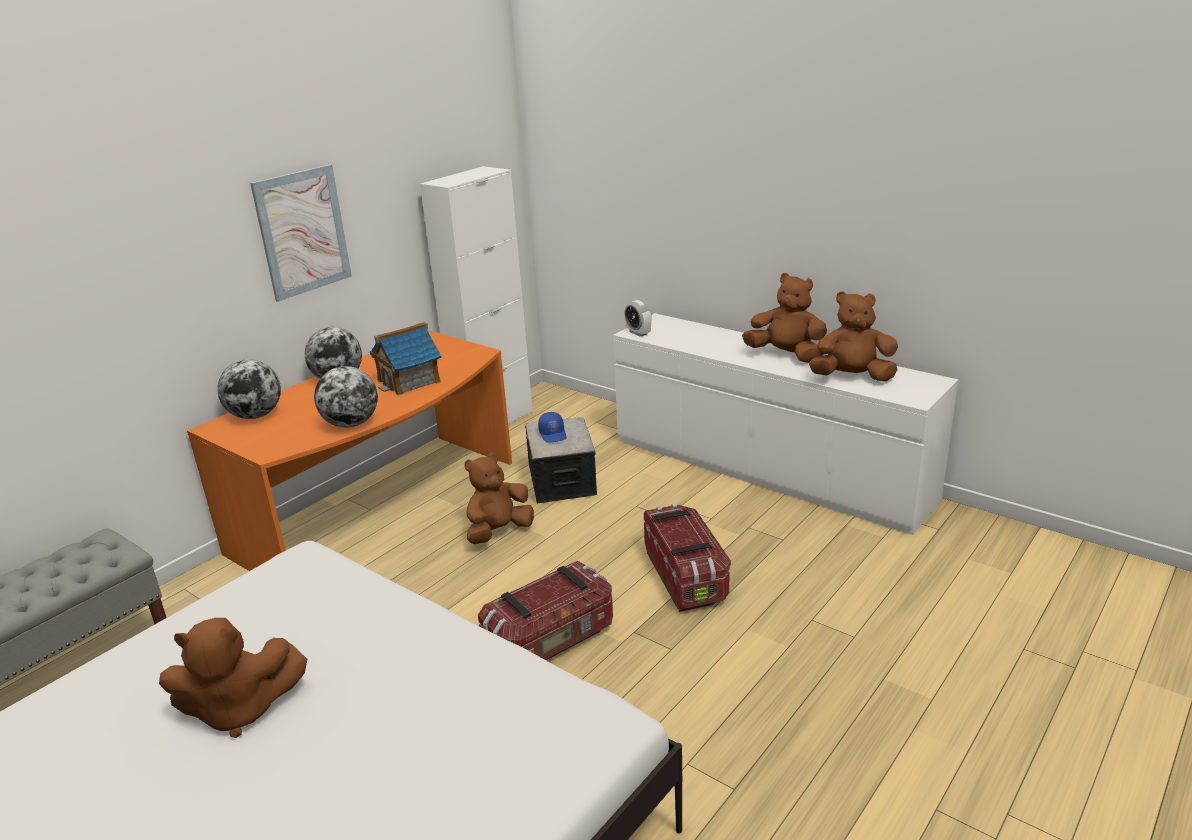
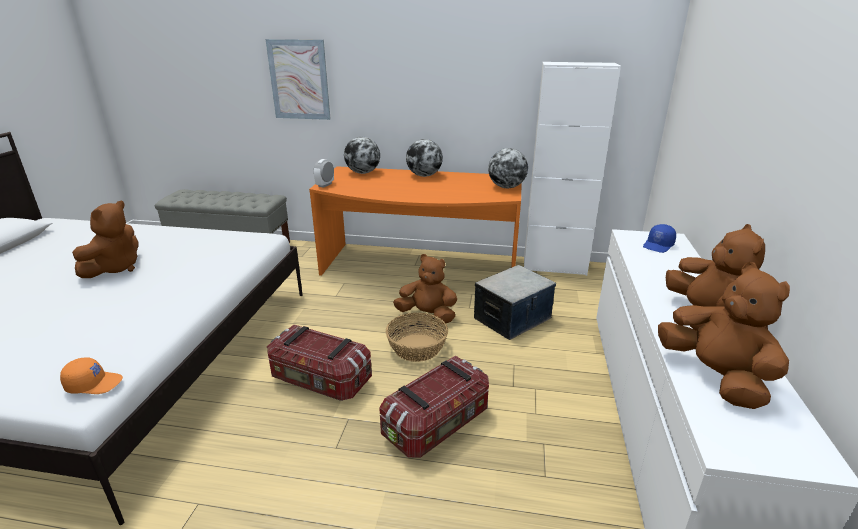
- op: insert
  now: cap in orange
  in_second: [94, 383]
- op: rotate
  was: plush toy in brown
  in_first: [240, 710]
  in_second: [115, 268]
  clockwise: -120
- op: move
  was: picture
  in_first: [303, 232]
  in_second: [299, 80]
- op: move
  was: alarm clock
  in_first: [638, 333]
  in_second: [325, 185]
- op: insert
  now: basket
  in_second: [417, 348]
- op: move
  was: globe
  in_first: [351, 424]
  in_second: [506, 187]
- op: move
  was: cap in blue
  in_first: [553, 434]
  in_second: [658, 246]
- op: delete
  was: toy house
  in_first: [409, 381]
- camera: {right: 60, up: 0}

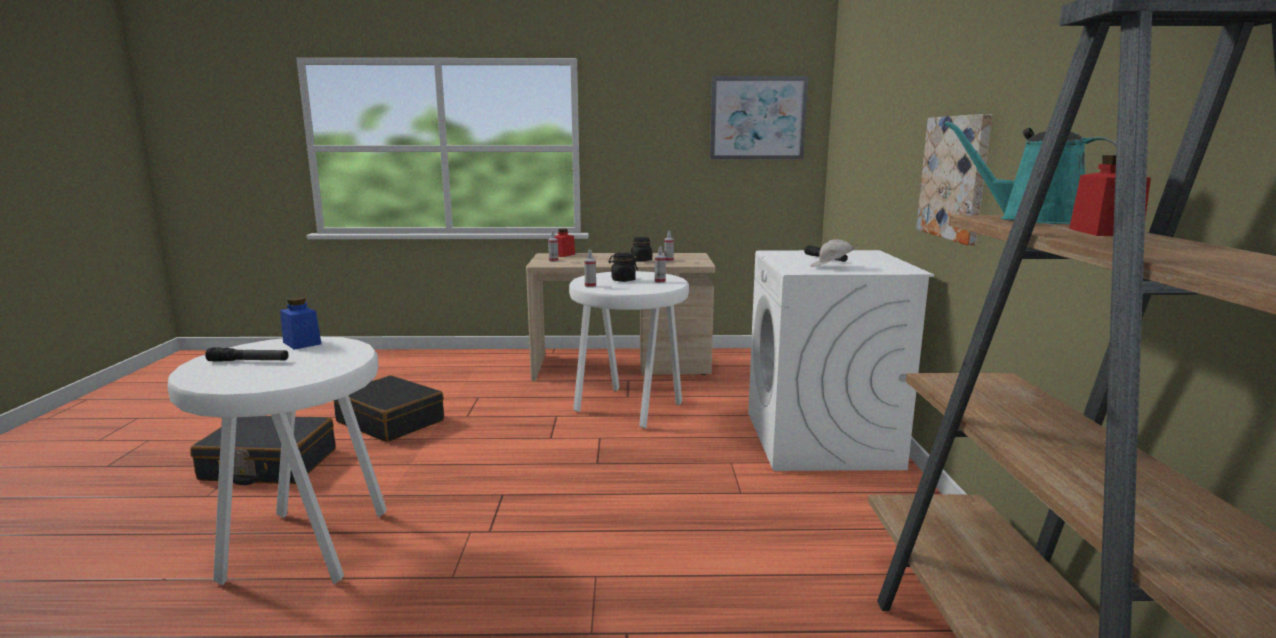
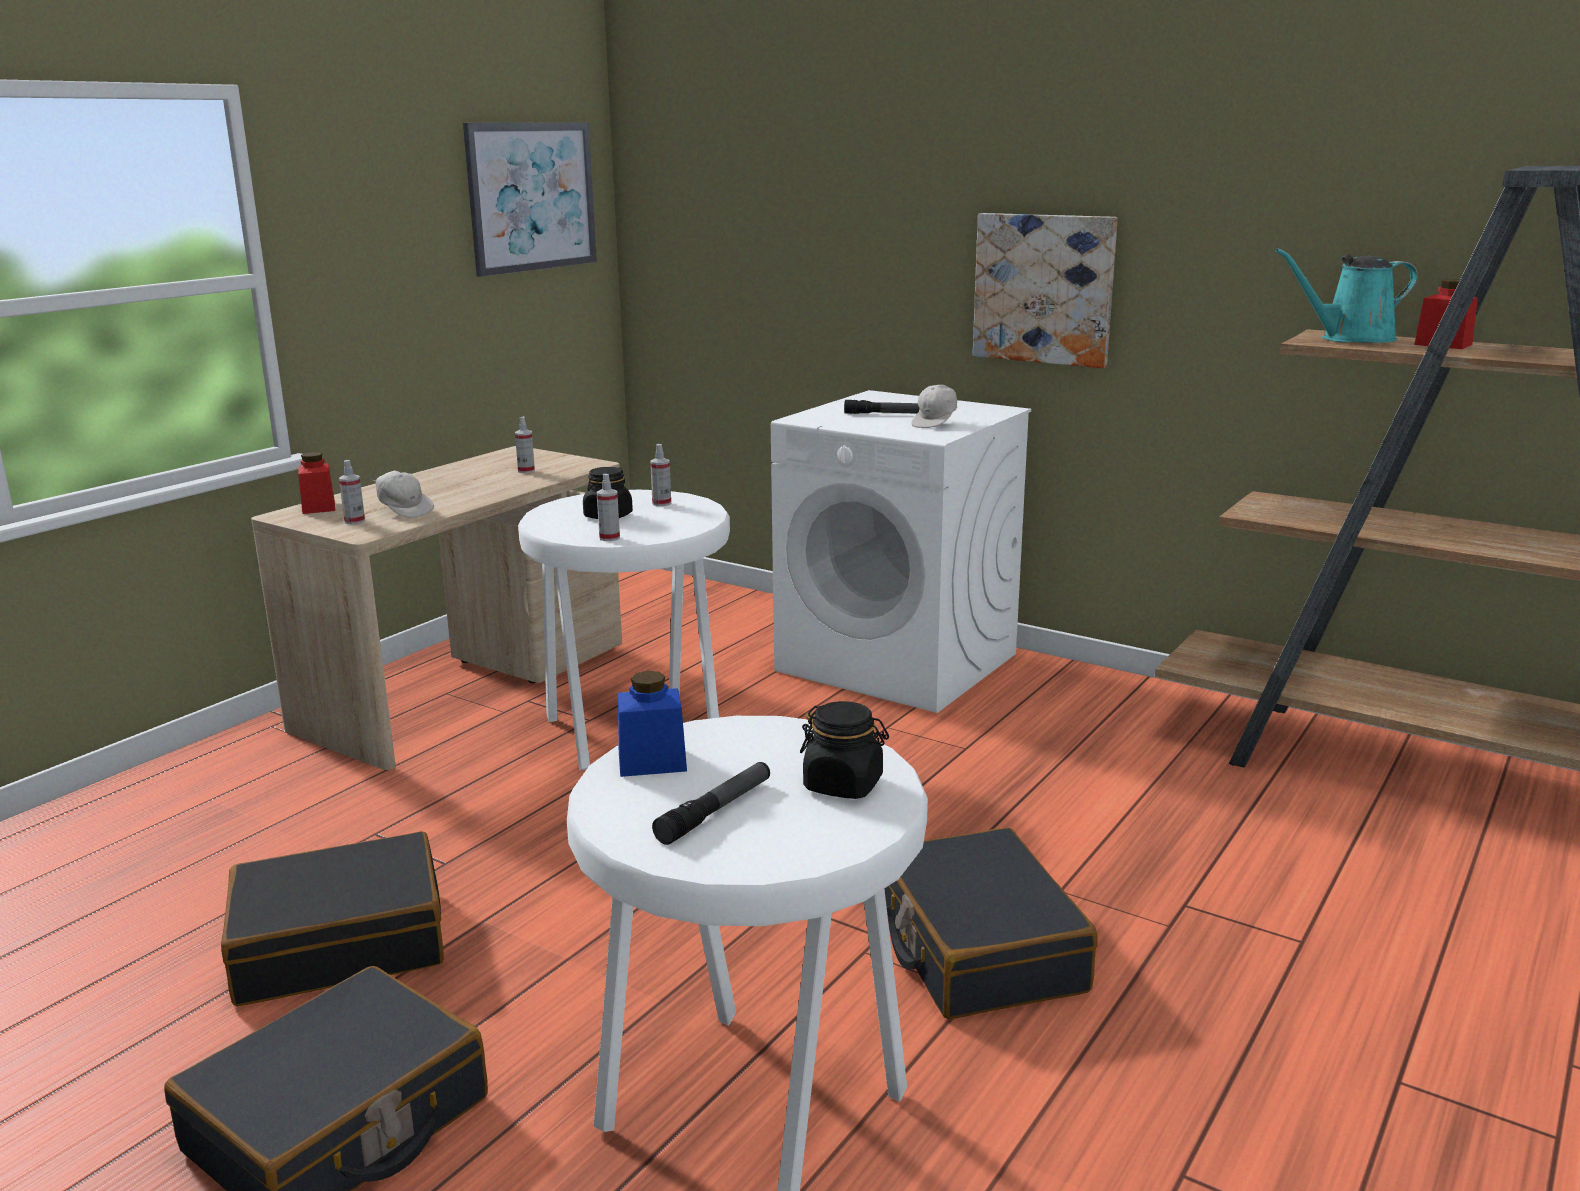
- op: insert
  now: cap in white
  in_second: [404, 510]
- op: move
  was: jar in black
  in_first: [641, 260]
  in_second: [843, 785]
- op: insert
  now: suitcase in black
  in_second: [977, 948]
- camera: {right: -55, up: 5}

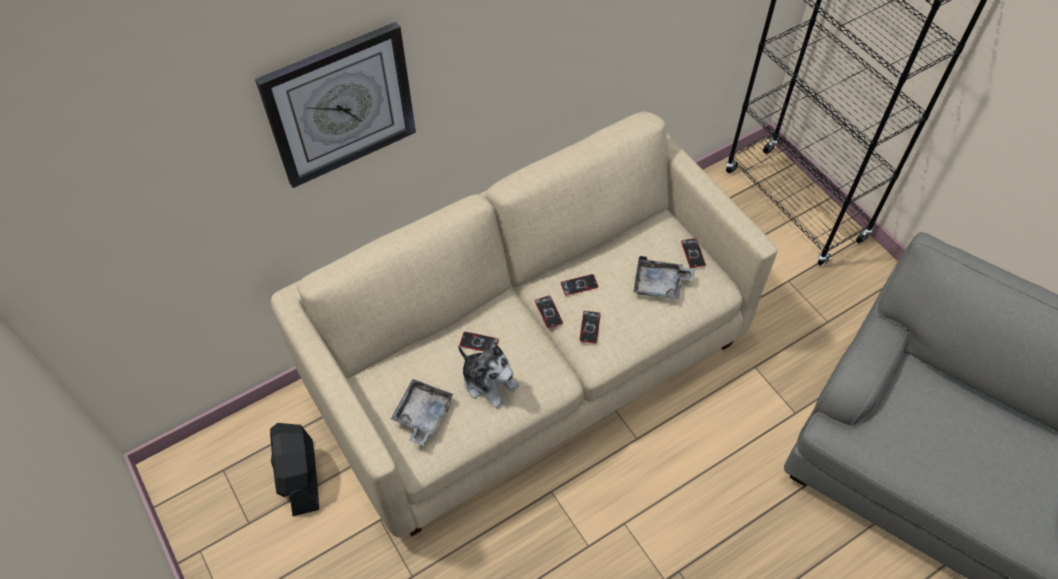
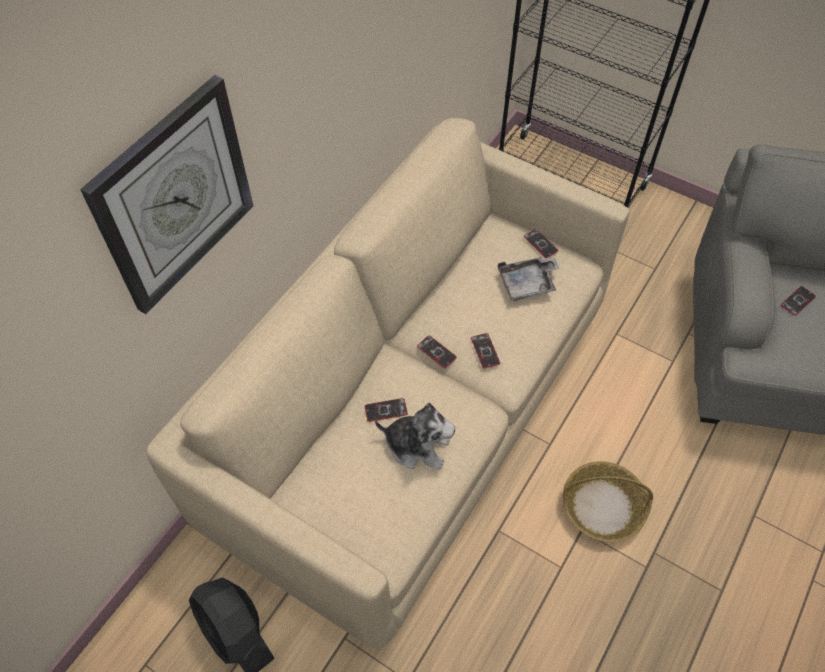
- op: insert
  now: basket
  in_second: [602, 507]
- op: move
  was: phone
  in_first: [579, 285]
  in_second: [797, 301]
- op: delete
  was: tray in grey
  in_first: [422, 414]
- camera: {right: -25, up: 0}

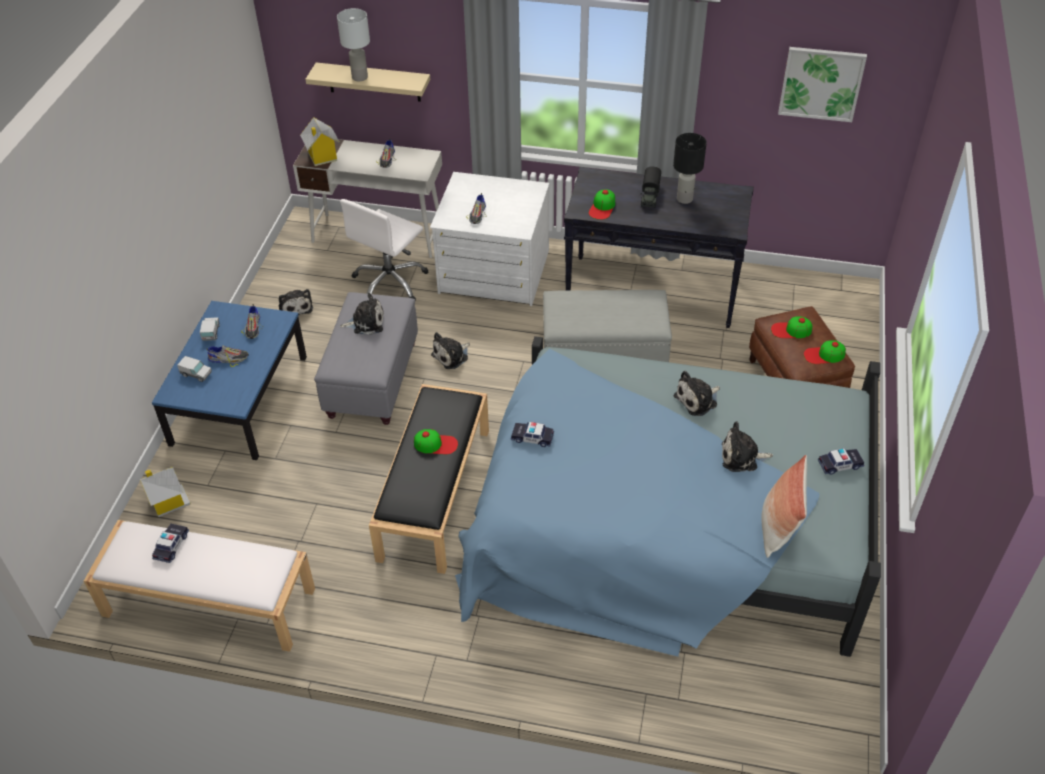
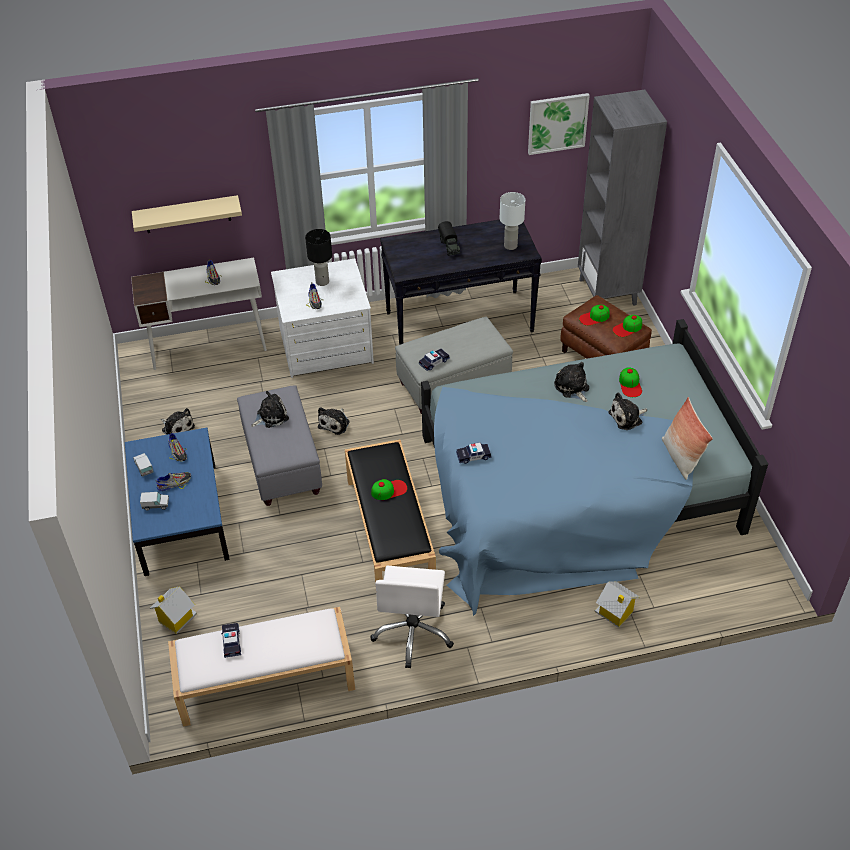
- op: move
  was: table lamp in black
  in_first: [684, 198]
  in_second: [322, 281]
- op: move
  was: office chair in white
  in_first: [390, 282]
  in_second: [413, 632]
- op: move
  was: toy car
  in_first: [840, 464]
  in_second: [434, 362]
- op: move
  was: table lamp in white
  in_first: [360, 77]
  in_second: [510, 245]
- op: rotate
  was: plush toy
  in_first: [698, 400]
  in_second: [572, 388]
  clockwise: 120
- op: insert
  now: bookcase in grey
  in_second: [608, 292]
- op: move
  was: toy house
  in_first: [322, 157]
  in_second: [614, 613]
- op: move
  was: cap
  in_first: [602, 207]
  in_second: [630, 384]
- camera: {right: -25, up: 0}

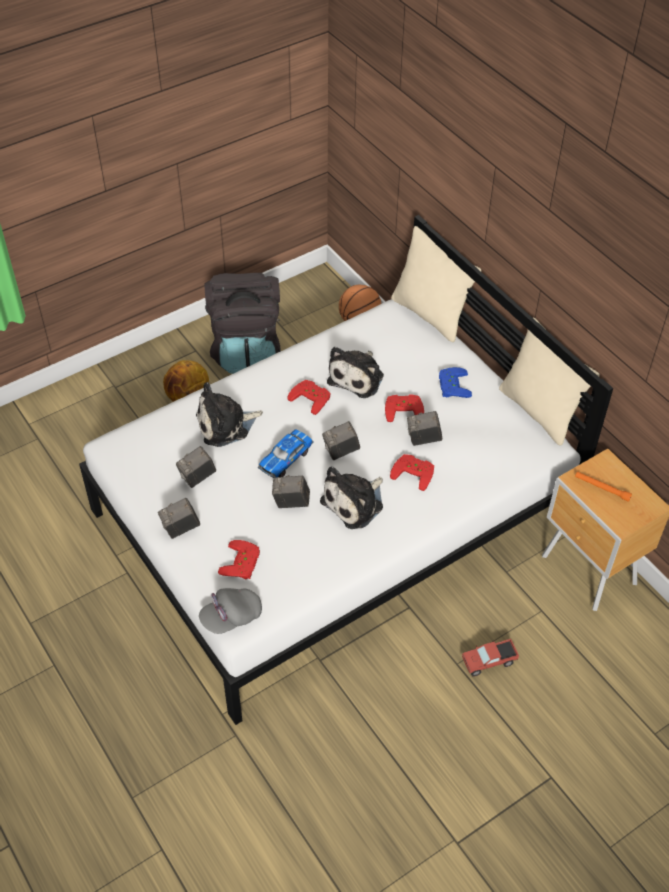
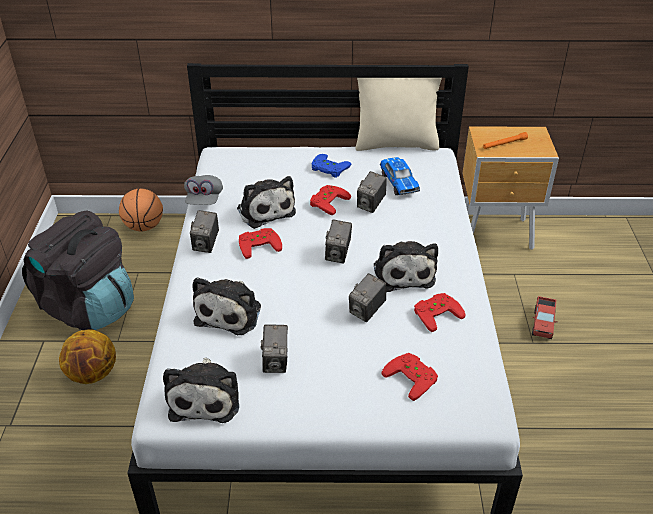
- op: insert
  now: plush toy
  in_second: [205, 397]
- op: move
  was: cap in grey
  in_first: [231, 617]
  in_second: [204, 200]
- op: move
  was: photo camera
  in_first: [181, 528]
  in_second: [206, 244]
- op: move
  was: toy car
  in_first: [286, 458]
  in_second: [398, 182]
- op: move
  was: game controller in red
  in_first: [414, 472]
  in_second: [436, 312]
- op: delete
  was: pillow in beige
  in_first: [430, 314]
- camera: {right: -55, up: -10}

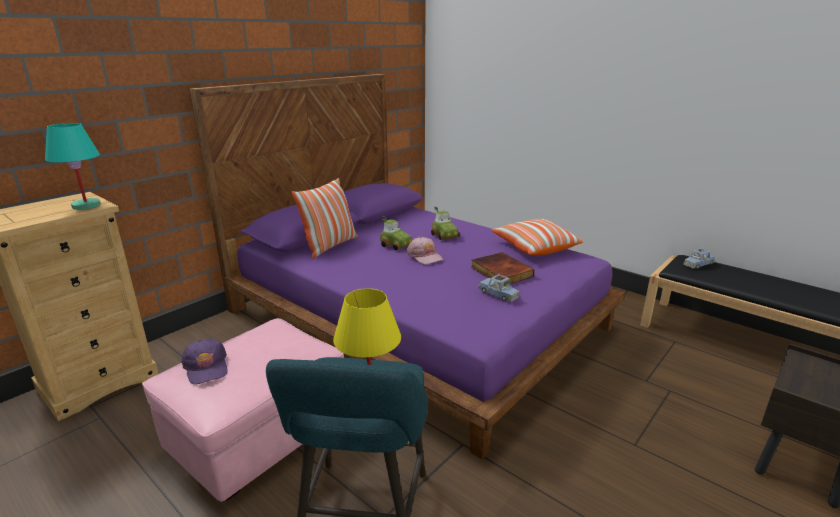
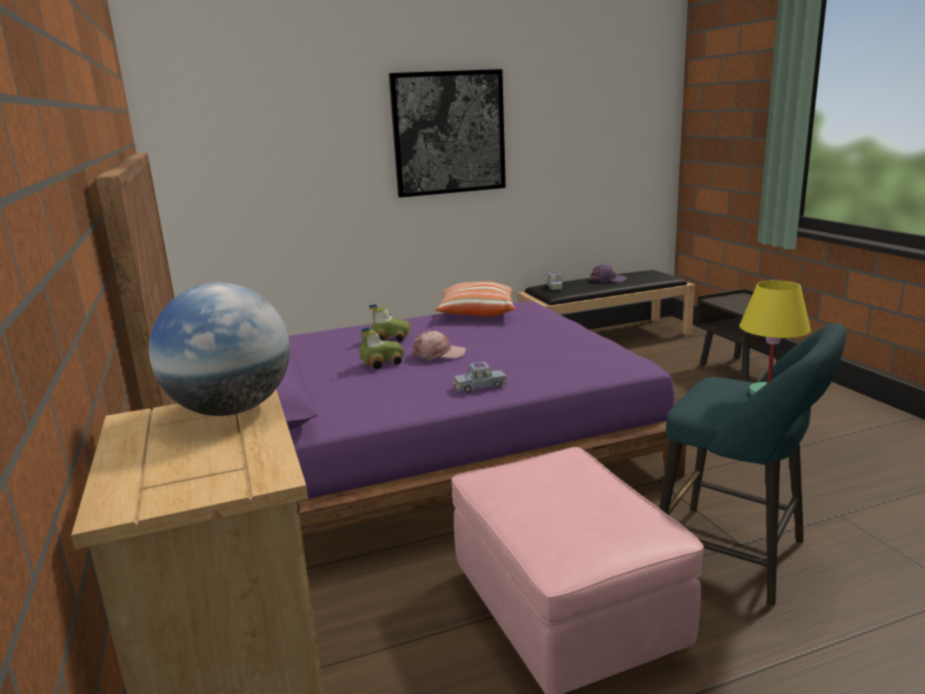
- op: replace
  was: table lamp in turquoise
  now: globe
  in_first: [86, 206]
  in_second: [231, 410]
- op: insert
  now: picture
  in_second: [449, 133]
- op: move
  was: toy car in blue
  in_first: [498, 294]
  in_second: [480, 387]
- op: move
  was: cap in purple
  in_first: [206, 367]
  in_second: [607, 280]
- op: delete
  was: pillow
  in_first: [330, 246]
- op: delete
  was: book
  in_first: [500, 272]
- camera: {right: -60, up: -5}

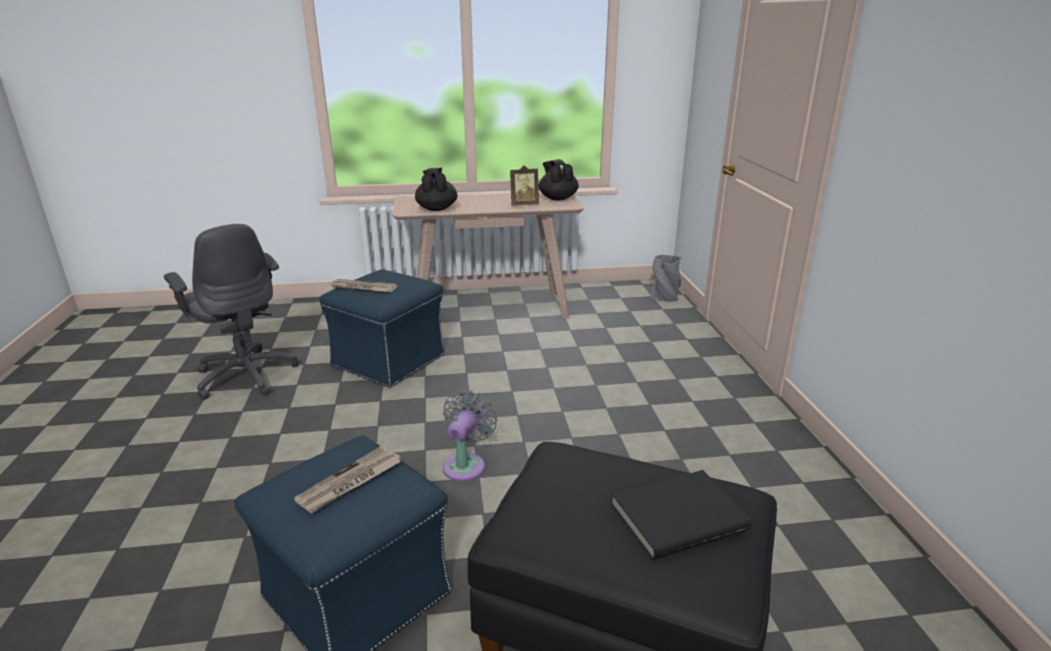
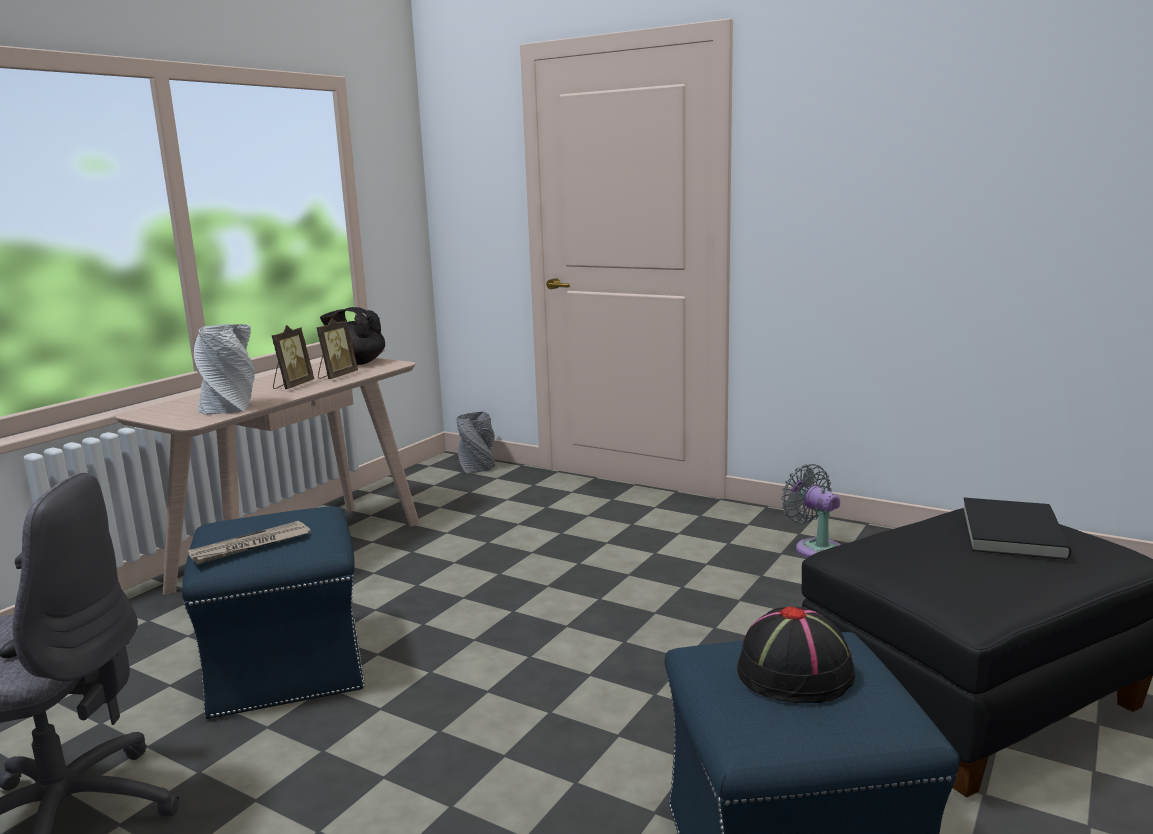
- op: replace
  was: teapot in black
  now: vase in grey
  in_first: [436, 208]
  in_second: [230, 408]
- op: insert
  now: picture frame
  in_second: [292, 386]
- op: replace
  was: newspaper
  now: hat in black
  in_first: [350, 482]
  in_second: [795, 673]
- op: move
  was: fan in grey
  in_first: [466, 464]
  in_second: [815, 548]
- camera: {right: -50, up: -10}

